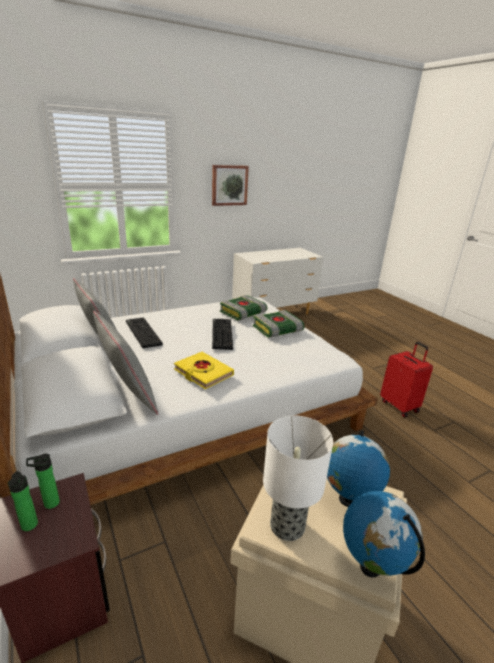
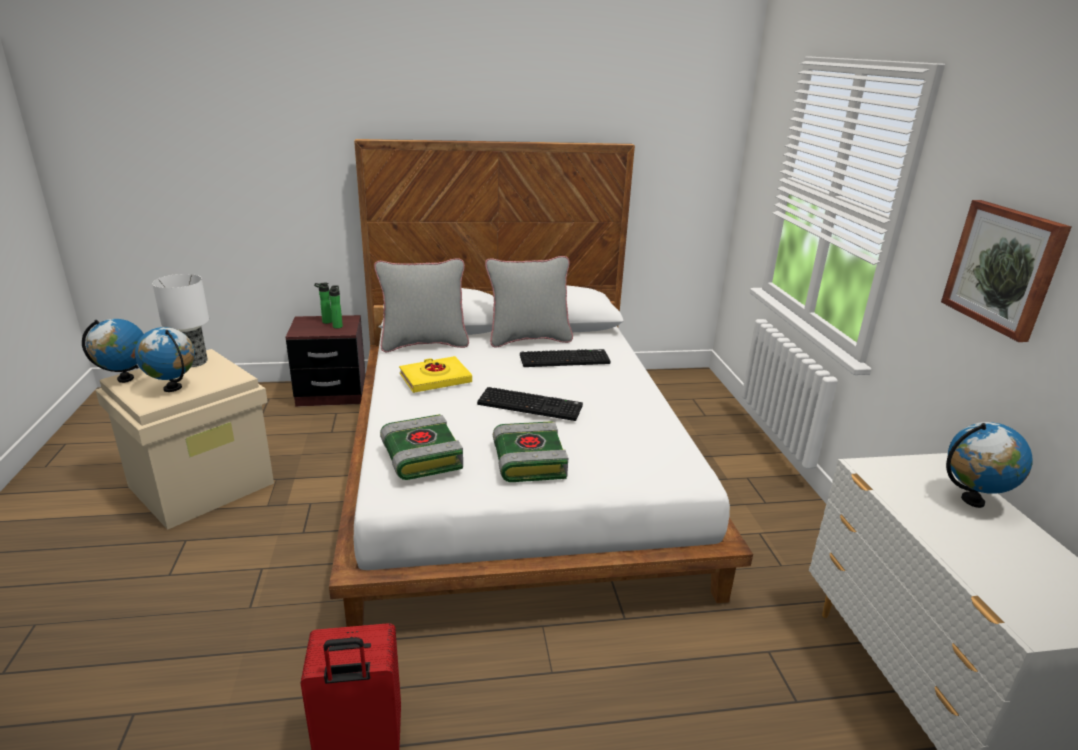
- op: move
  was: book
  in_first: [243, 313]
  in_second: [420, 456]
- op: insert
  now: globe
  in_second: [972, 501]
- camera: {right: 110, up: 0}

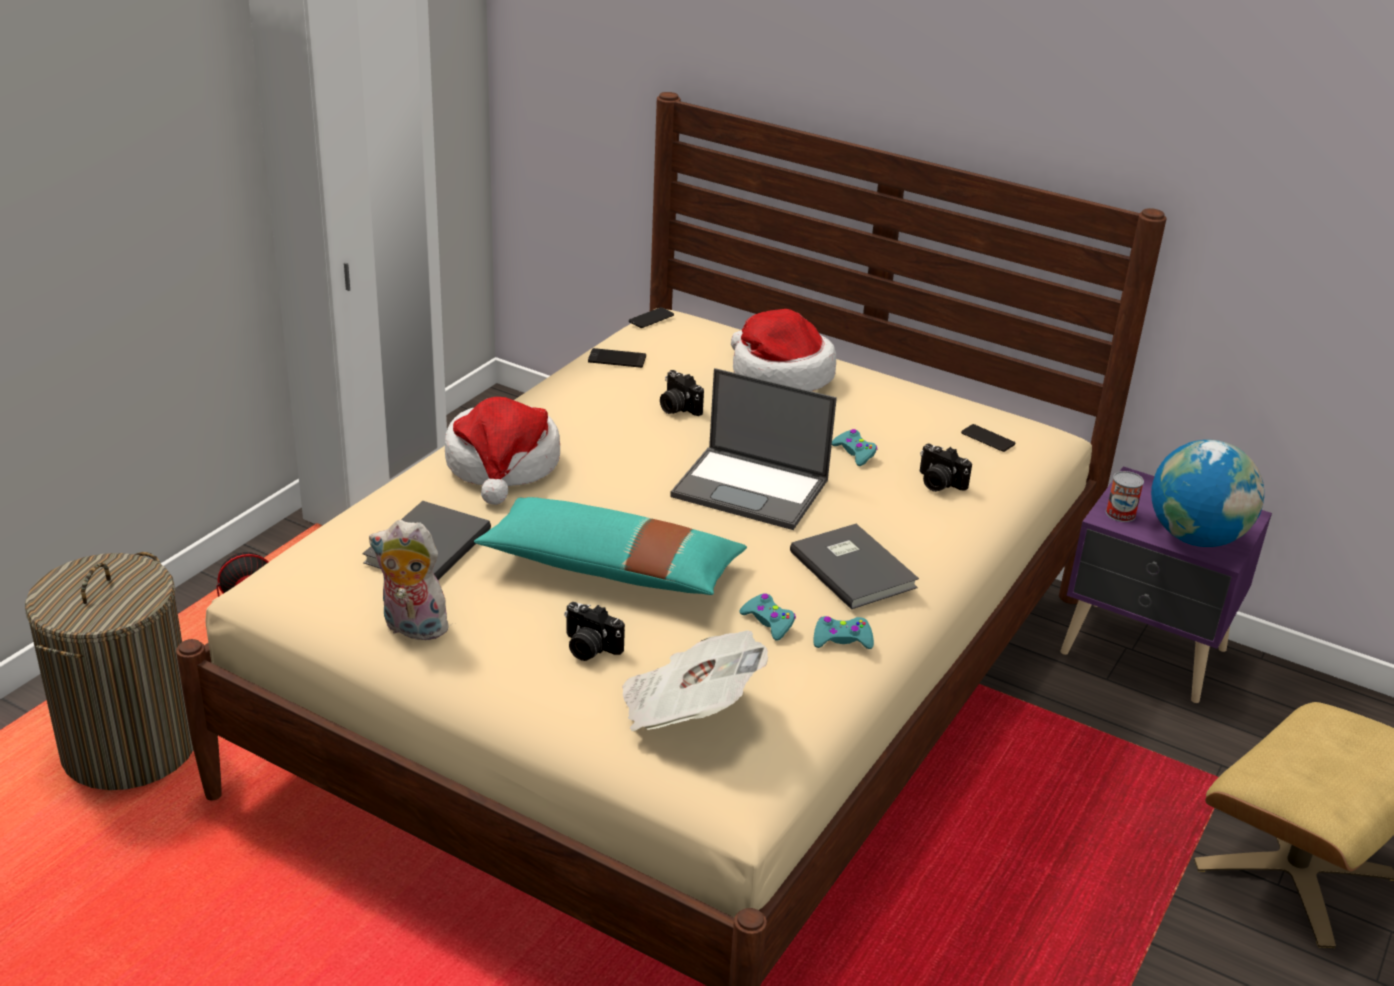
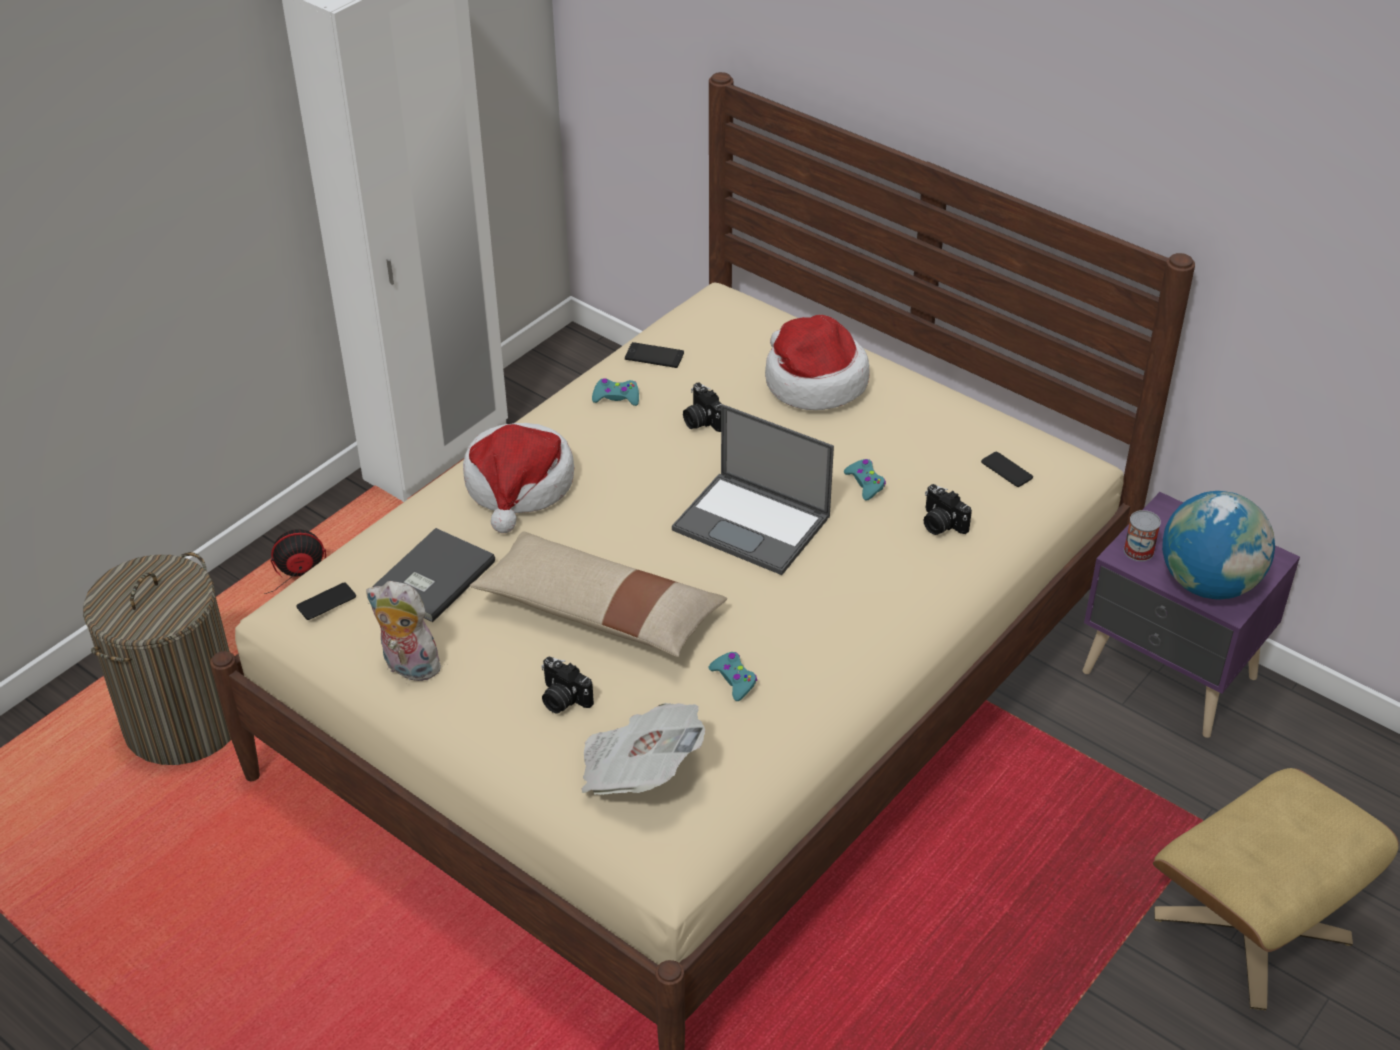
- op: move
  was: phone
  in_first: [651, 318]
  in_second: [326, 602]
- op: recolor
  was: pillow in turquoise
  now: pillow in beige
  in_first: [611, 569]
  in_second: [599, 612]
- op: move
  was: game controller in turquoise
  in_first: [841, 639]
  in_second: [616, 397]
- op: delete
  was: book in grey
  in_first: [854, 568]
- camera: {right: 10, up: 10}

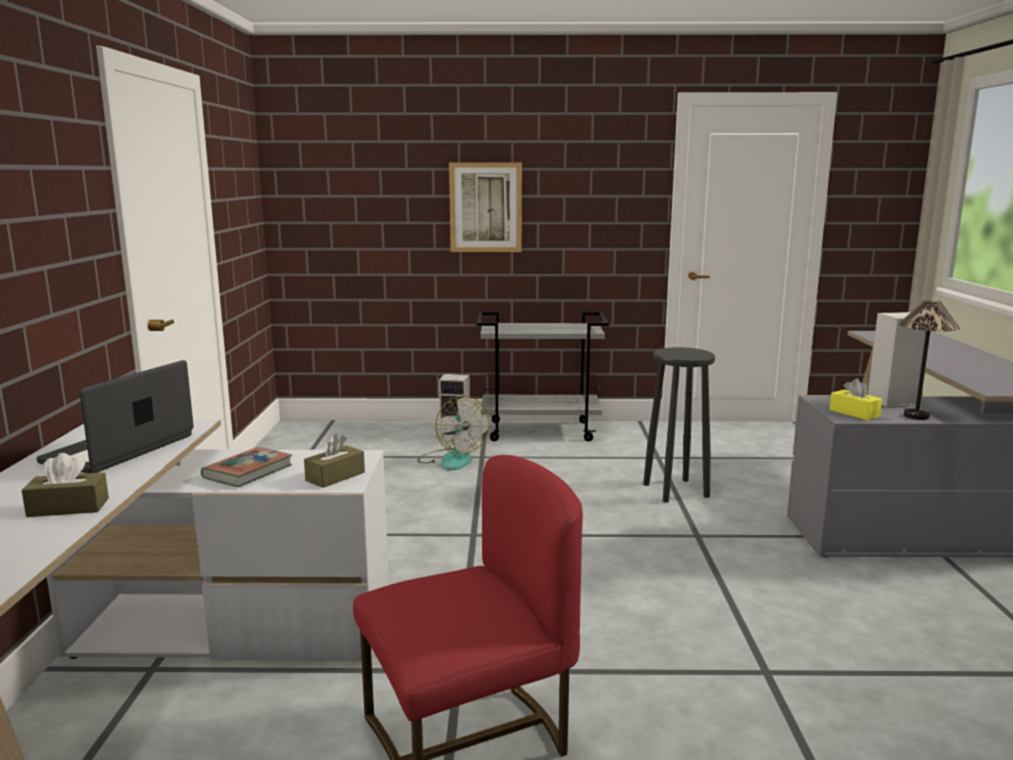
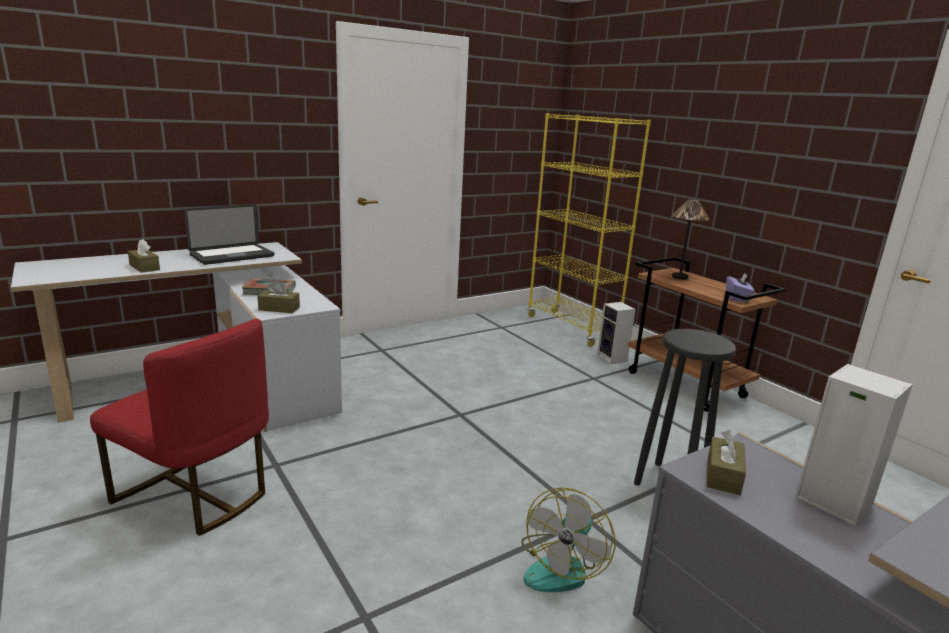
- op: rotate
  was: laptop
  in_first: [119, 449]
  in_second: [232, 256]
  clockwise: 150
- op: move
  was: fan
  in_first: [452, 459]
  in_second: [561, 566]
- op: insert
  now: bookcase in yellow
  in_second: [571, 328]
- op: recolor
  was: cart in grey
  now: cart in brown
  in_first: [541, 431]
  in_second: [686, 385]
- op: move
  was: table lamp
  in_first: [917, 416]
  in_second: [680, 277]
- op: recolor
  was: tissue box in yellow
  now: tissue box in brown
  in_first: [854, 413]
  in_second: [723, 475]
- op: insert
  now: tissue box in purple
  in_second: [737, 298]
- op: delete
  was: picture
  in_first: [485, 207]
- camera: {right: 55, up: 5}

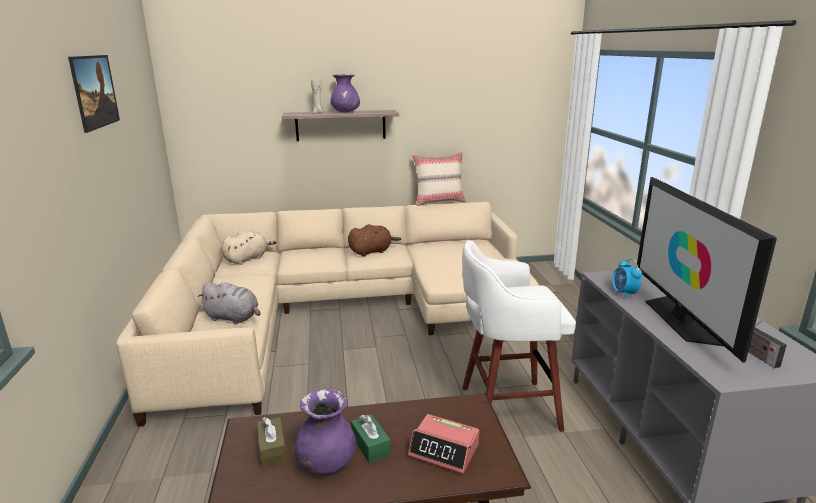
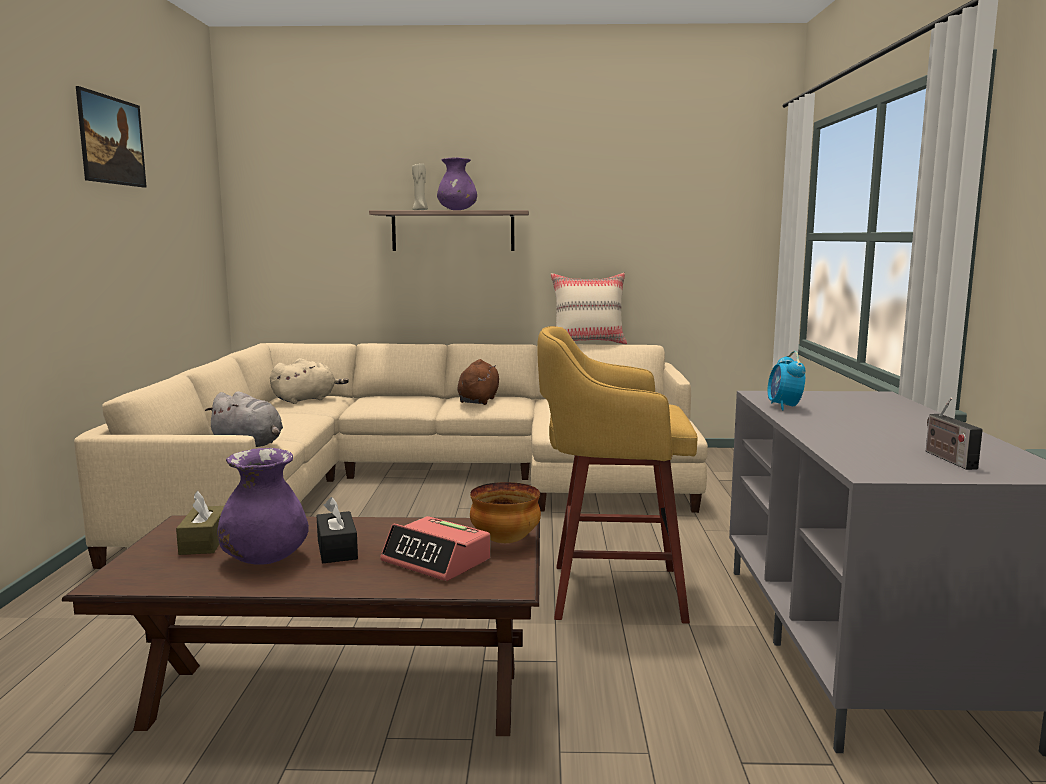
- op: recolor
  was: tissue box in green
  now: tissue box in black
  in_first: [370, 445]
  in_second: [337, 549]
- op: rotate
  was: plush toy in brown
  in_first: [372, 251]
  in_second: [479, 400]
  clockwise: -60
- op: insert
  now: bowl
  in_second: [504, 541]
- op: recolor
  was: stool in white
  now: stool in yellow
  in_first: [506, 408]
  in_second: [611, 592]
- op: delete
  was: television
  in_first: [681, 320]
- camera: {right: 10, up: -10}

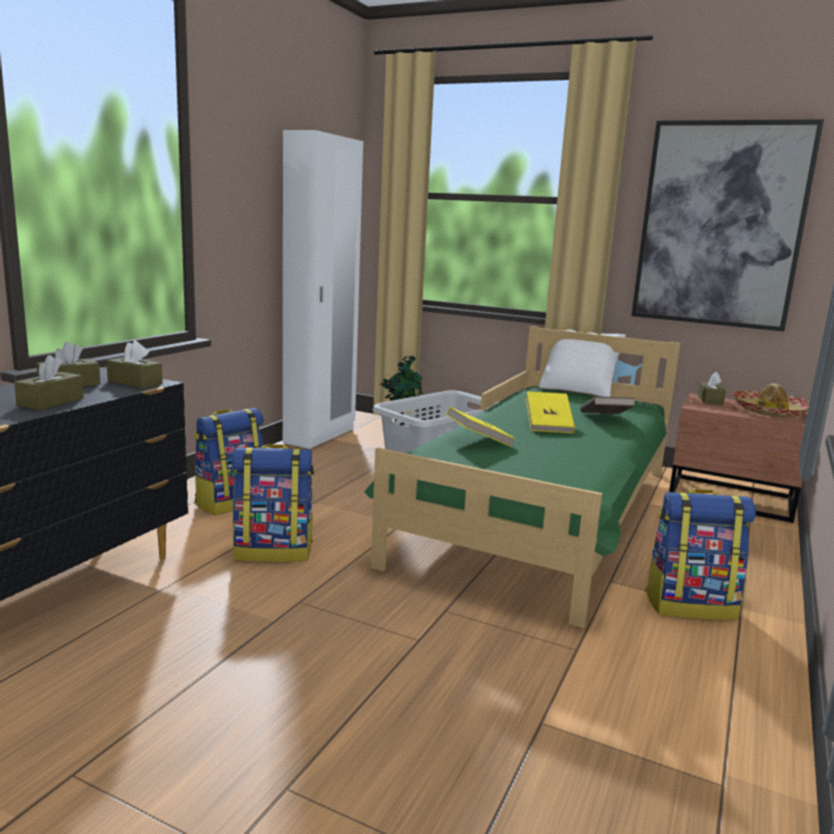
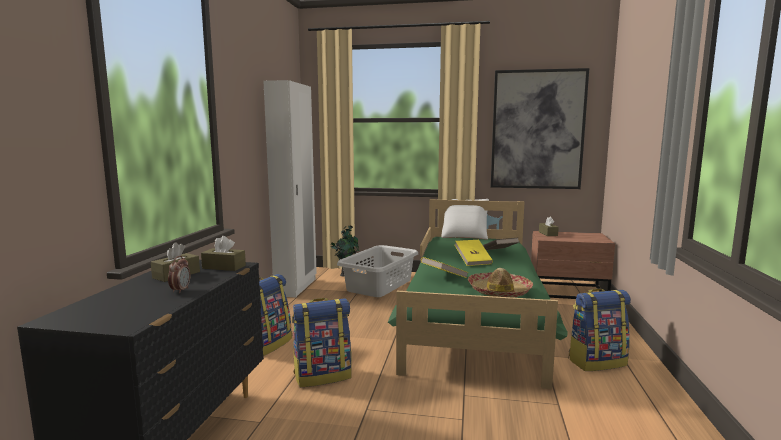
- op: replace
  was: tissue box in brown
  now: alarm clock
  in_first: [51, 402]
  in_second: [180, 290]
- op: move
  was: hat
  in_first: [769, 411]
  in_second: [499, 291]
- camera: {right: -15, up: -5}

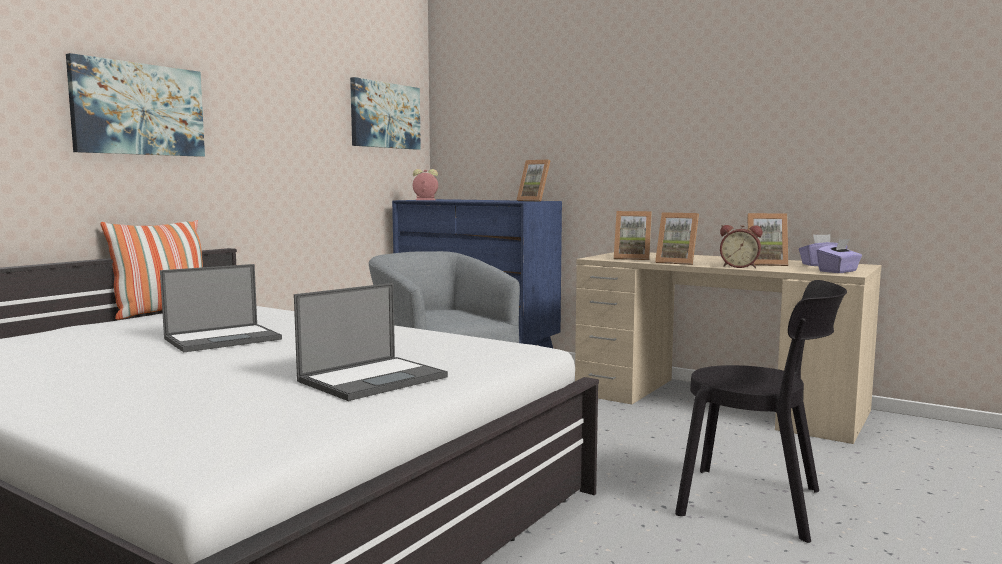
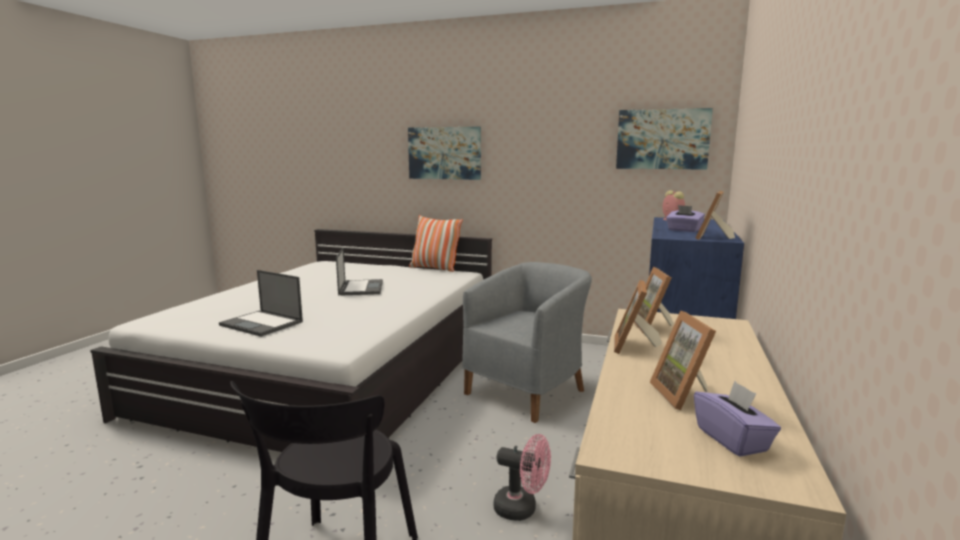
- op: rotate
  was: laptop
  in_first: [224, 339]
  in_second: [361, 288]
  clockwise: -135
- op: insert
  now: fan in pink
  in_second: [522, 509]
- op: move
  was: tissue box in purple
  in_first: [838, 271]
  in_second: [683, 230]
- op: delete
  was: alarm clock
  in_first: [739, 267]
- camera: {right: 75, up: 5}

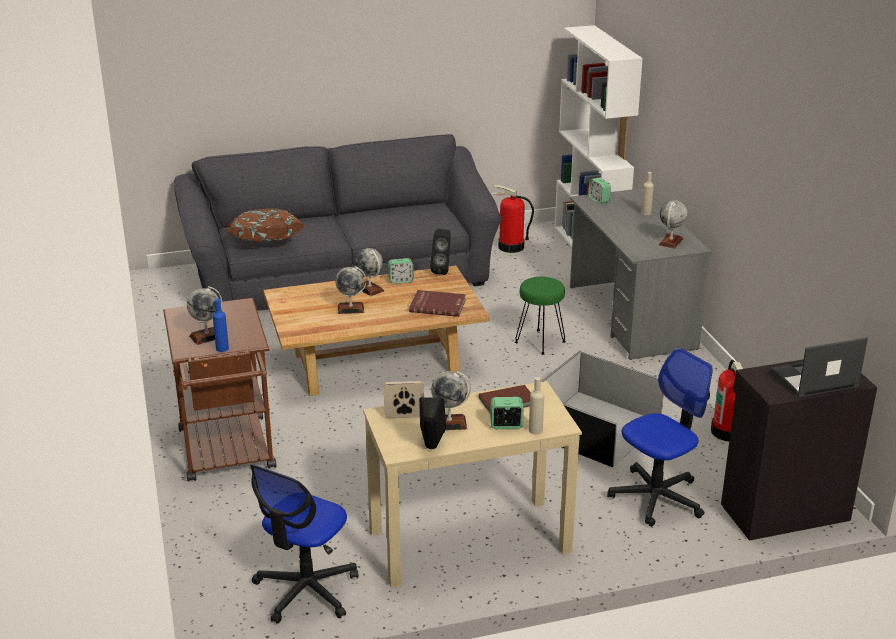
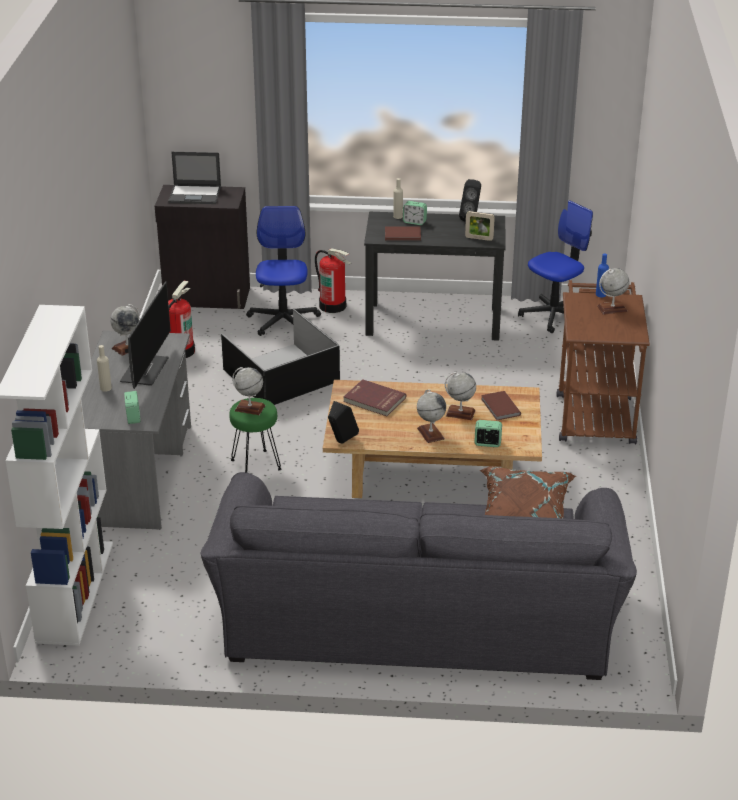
- op: insert
  now: monitor
  in_second: [145, 370]
- op: move
  was: globe
  in_first: [449, 423]
  in_second: [249, 408]
- op: rotate
  was: office chair
  in_first: [656, 497]
  in_second: [283, 320]
  clockwise: 105
- op: move
  was: fire extinguisher
  in_first: [510, 247]
  in_second: [333, 306]
- op: recolor
  was: desk in beige
  now: desk in black
  in_first: [468, 541]
  in_second: [434, 321]
- op: move
  was: alarm clock
  in_first: [401, 280]
  in_second: [487, 443]
- op: insert
  now: book in brown
  in_second: [499, 407]
- camera: {right: -160, up: 5}

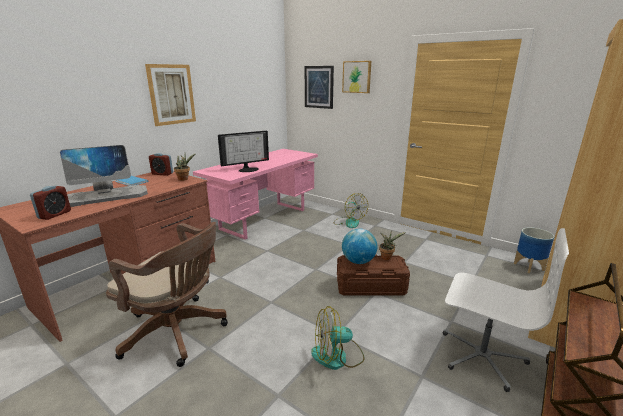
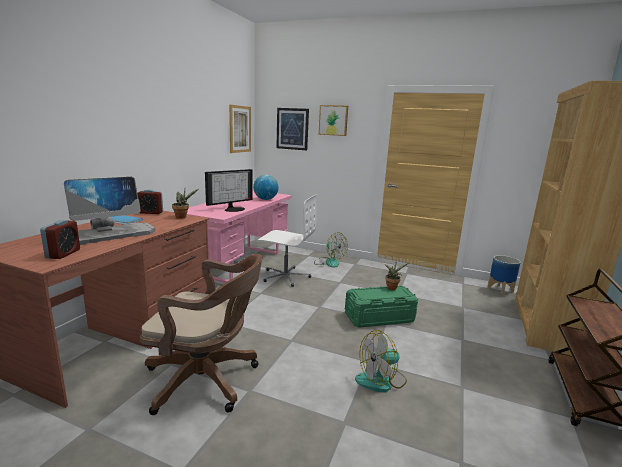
- op: move
  was: picture
  in_first: [171, 94]
  in_second: [240, 129]
- op: move
  was: globe
  in_first: [358, 261]
  in_second: [265, 199]
- op: move
  was: office chair in white
  in_first: [481, 355]
  in_second: [285, 276]
- op: recolor
  was: storage box in brown
  now: storage box in green
  in_first: [370, 287]
  in_second: [379, 317]
- camera: {right: -15, up: -5}

